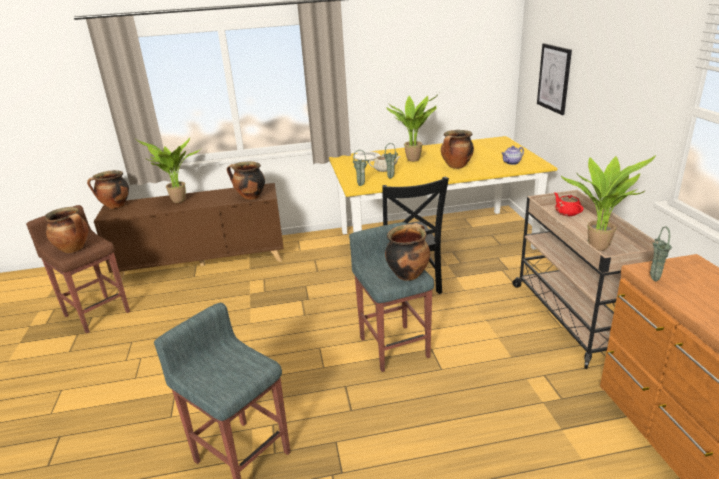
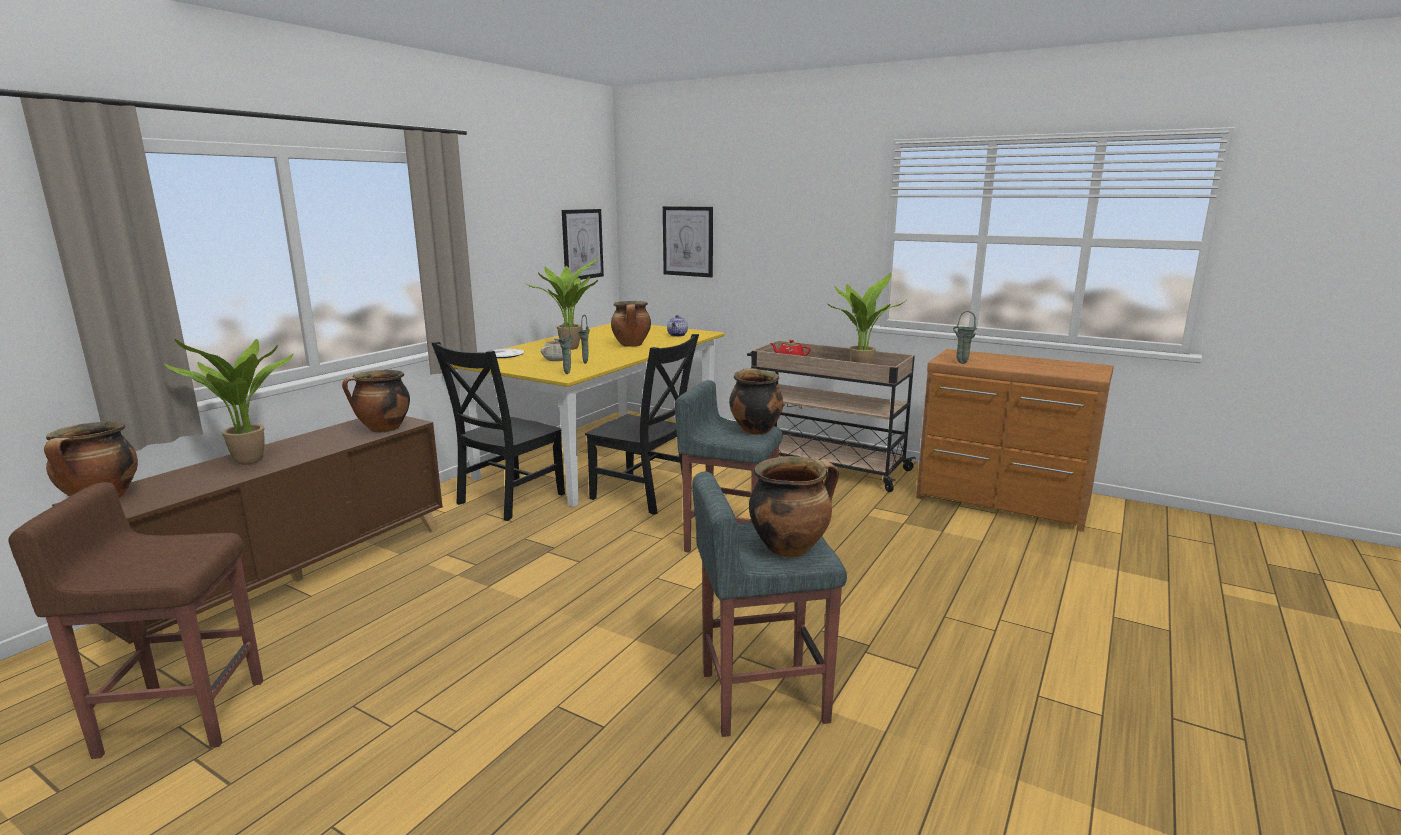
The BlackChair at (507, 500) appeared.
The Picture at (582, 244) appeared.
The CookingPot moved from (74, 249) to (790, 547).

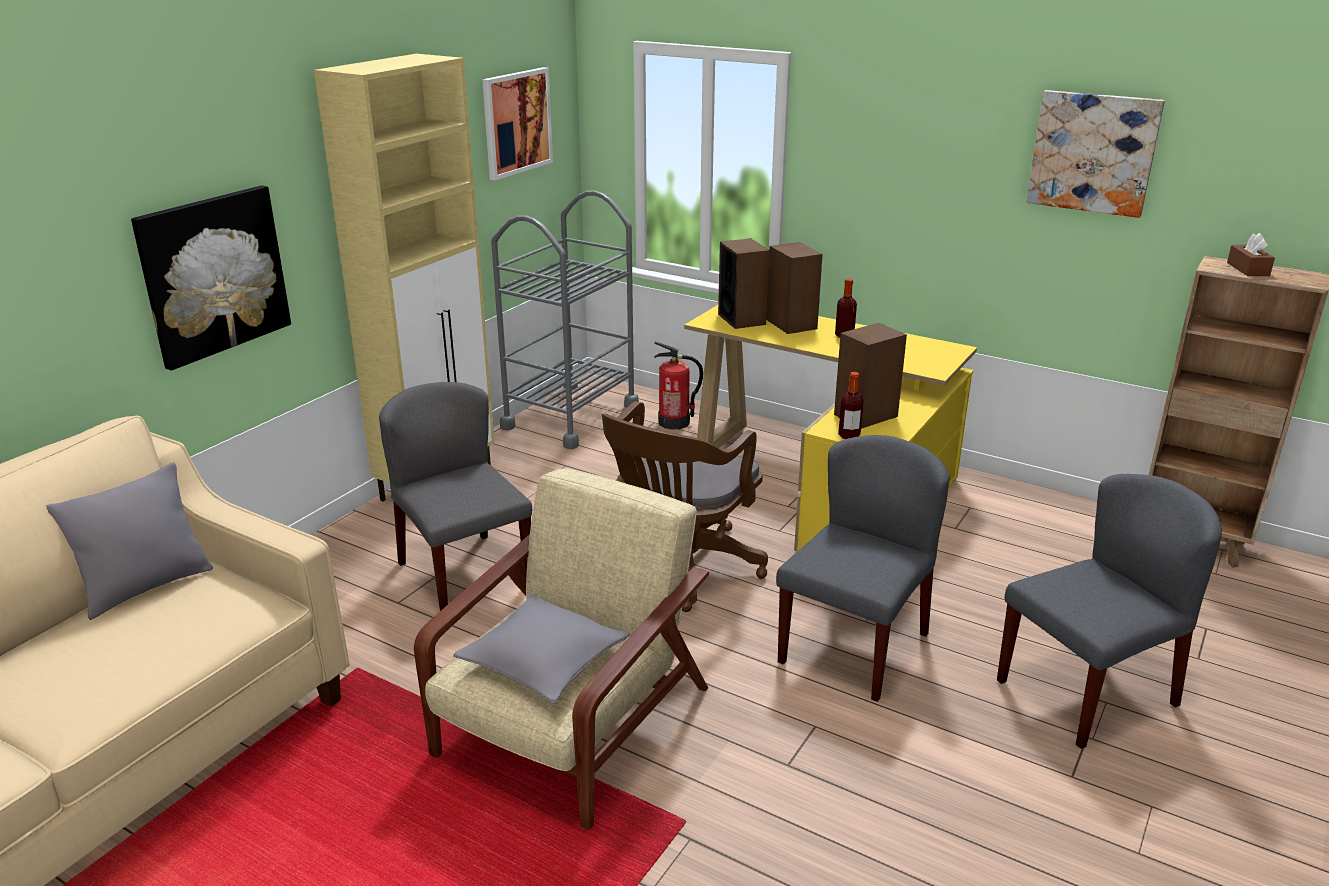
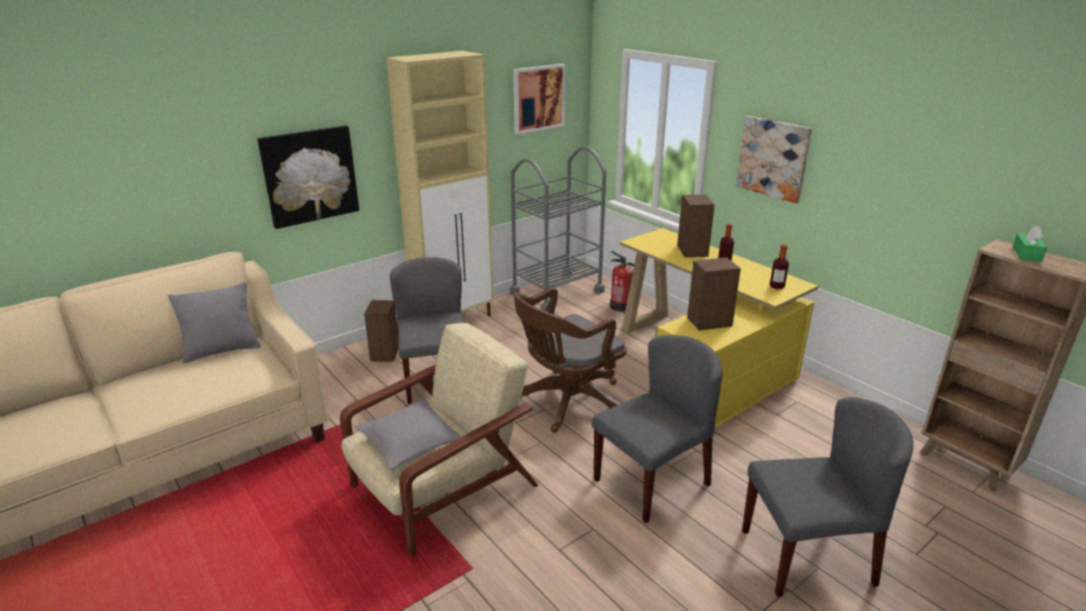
The Speaker moved from (742, 319) to (385, 353).
The Picture moved from (1093, 152) to (773, 158).
The Bottle moved from (849, 436) to (777, 287).
The BrownTissueBox at (1248, 269) became the GreenTissueBox at (1026, 254).

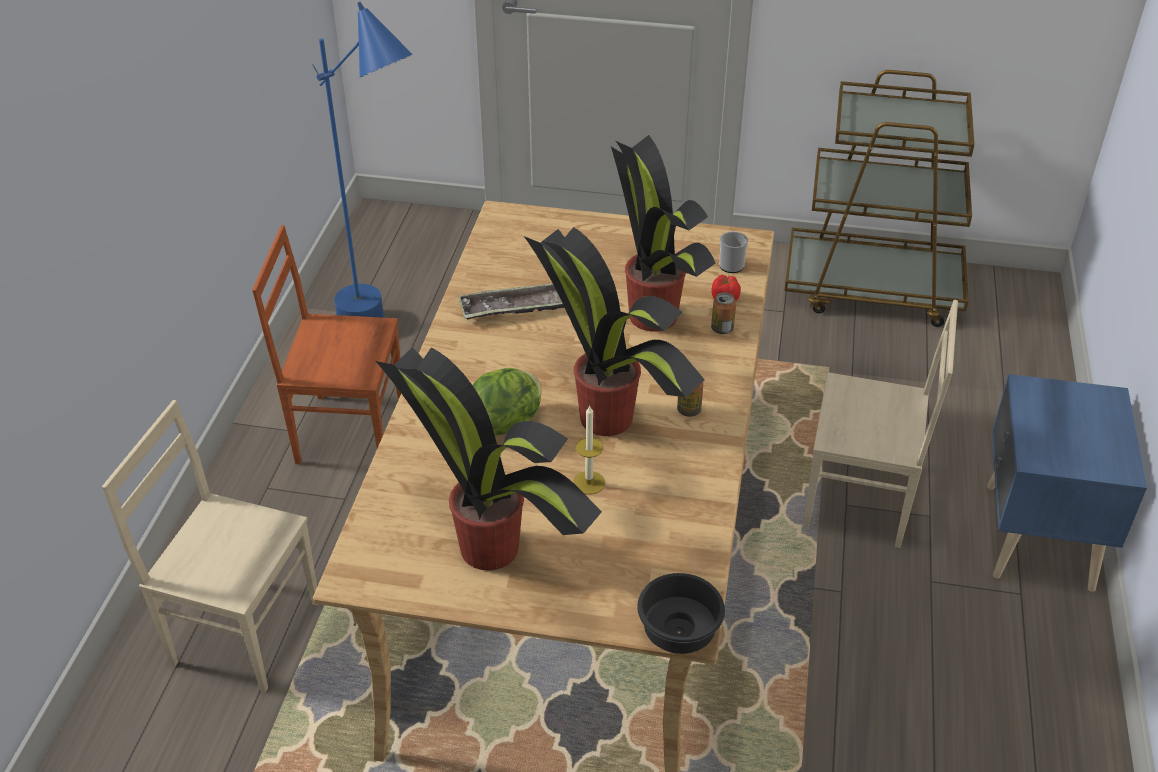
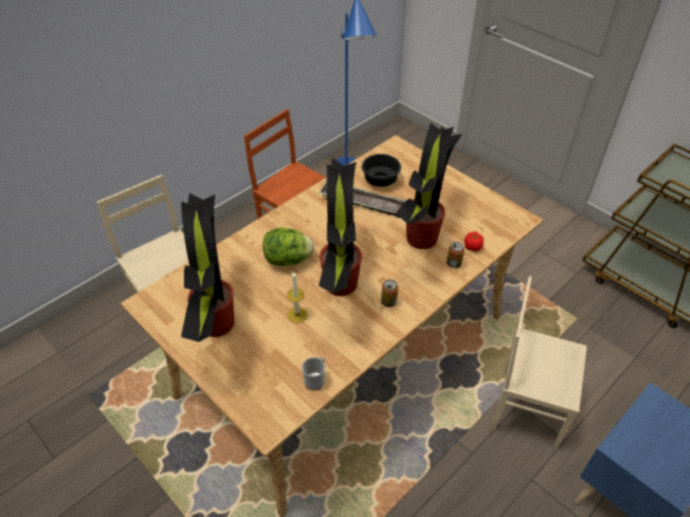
The Mug moved from (731, 264) to (316, 380).
The BlackBowl moved from (681, 633) to (381, 181).
The BeigeChair at (859, 502) turned 150 degrees clockwise.

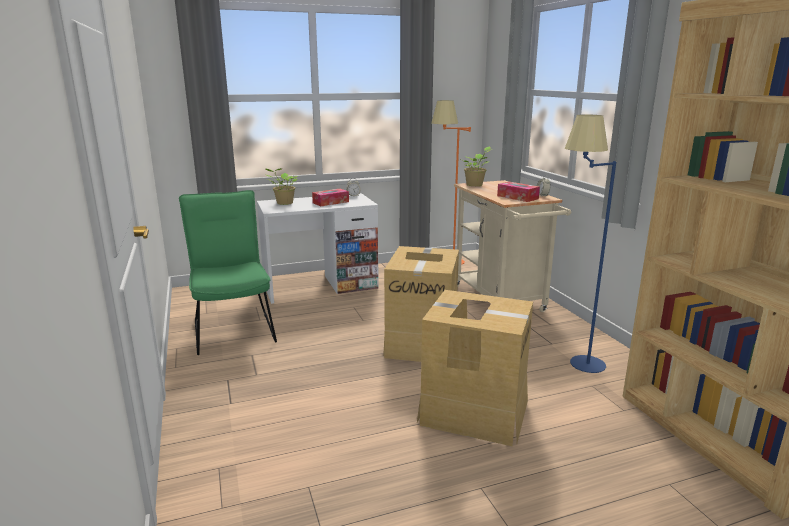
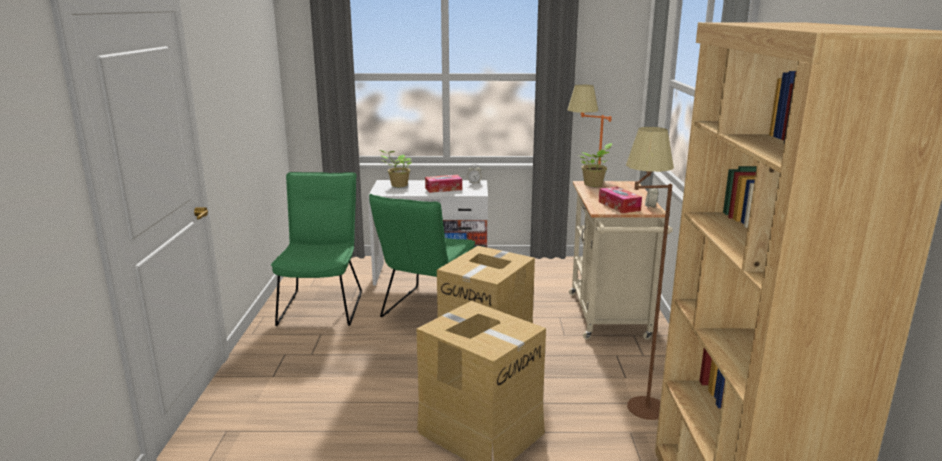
The GreenChair at (426, 311) appeared.
The BlueFloorLamp at (573, 358) became the BrownFloorLamp at (635, 398).

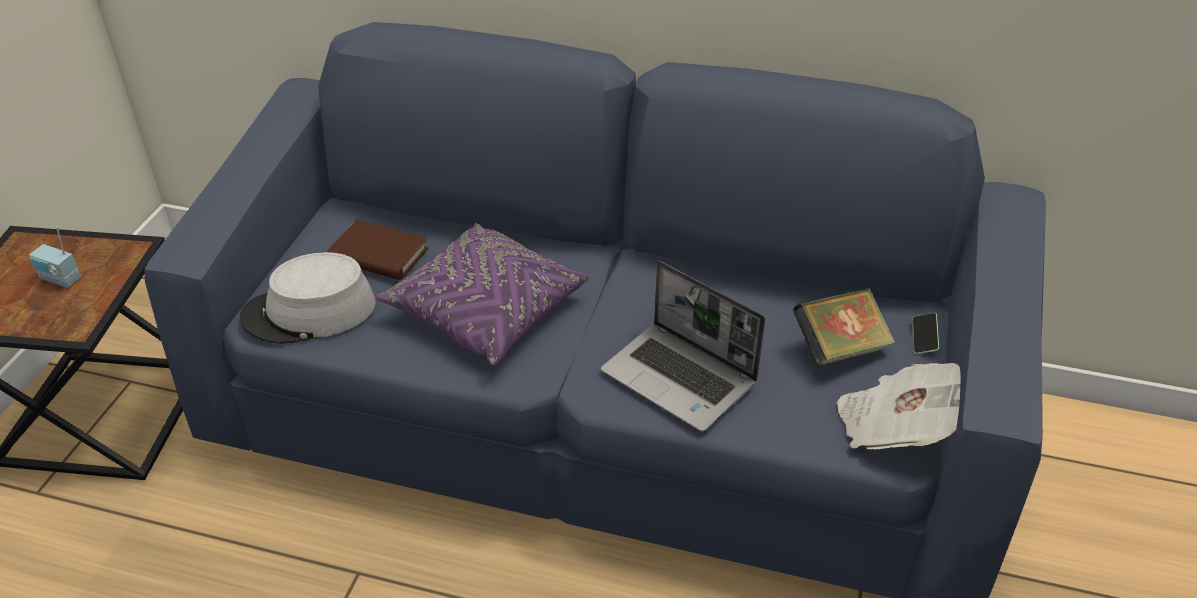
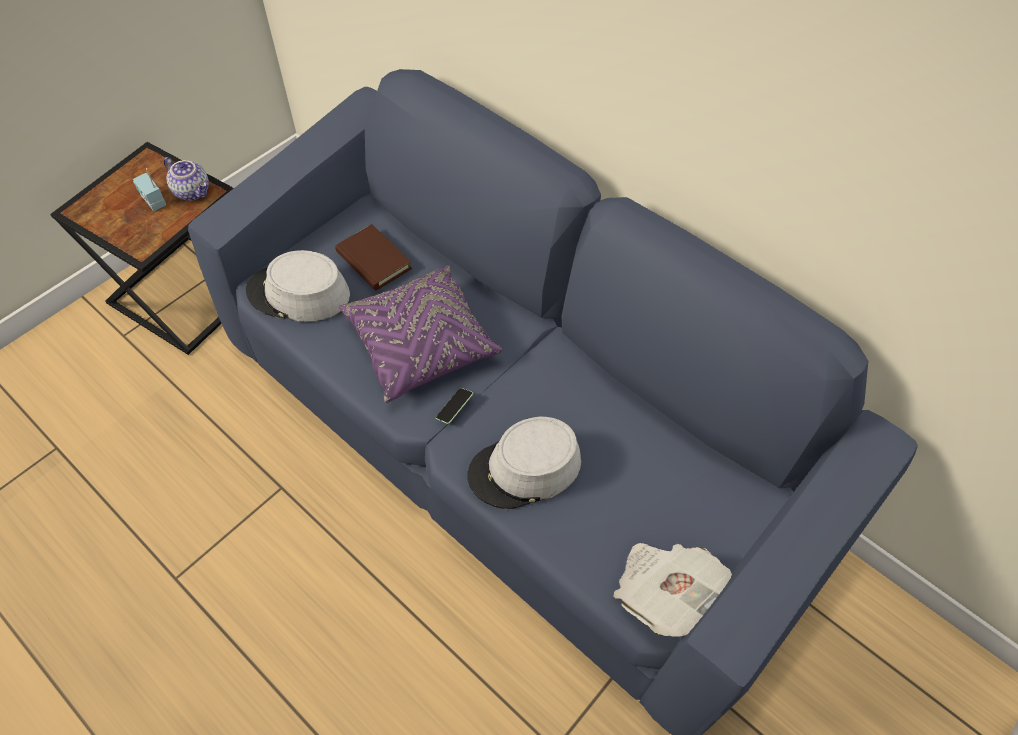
The Teapot at (193, 191) appeared.
The Phone moved from (923, 338) to (454, 408).
The Laptop at (681, 378) was replaced by the GreyHat at (525, 469).
The Book at (839, 348) disappeared.

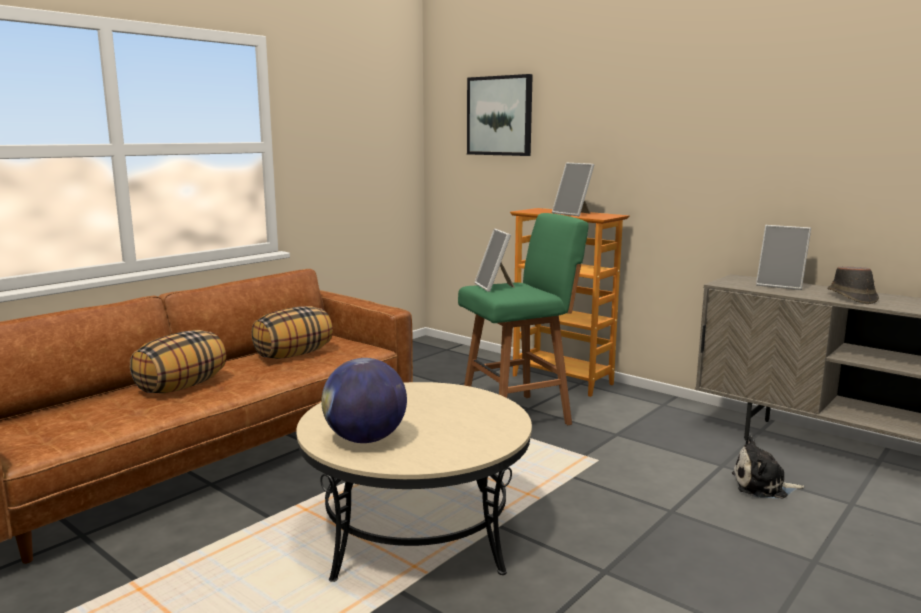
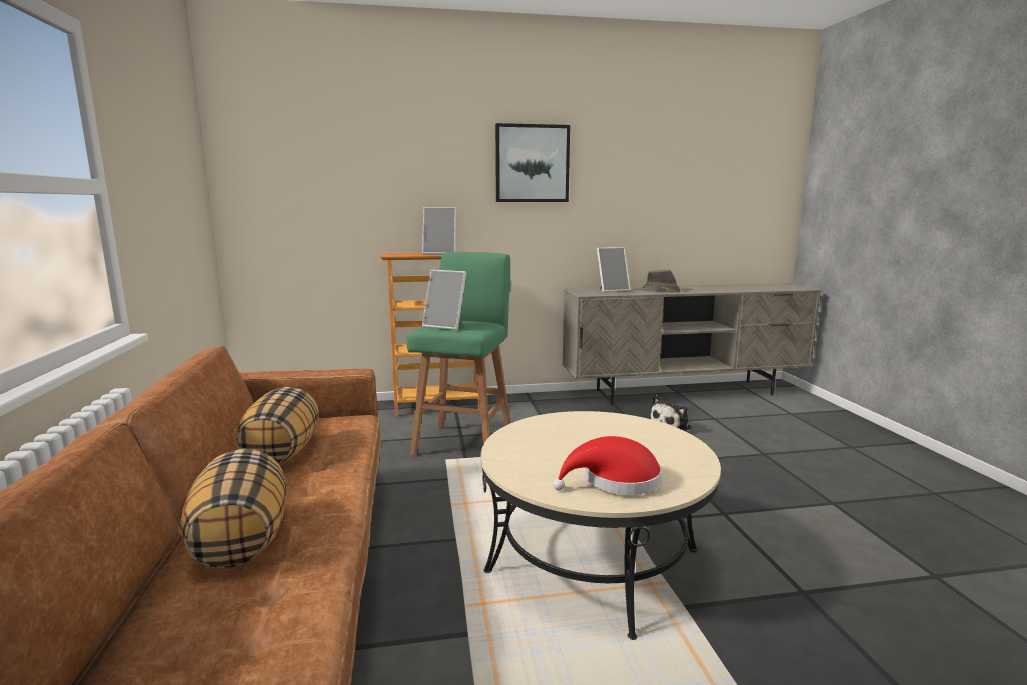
The Picture moved from (500, 116) to (532, 164).
The Globe at (365, 439) was replaced by the RedHat at (615, 481).

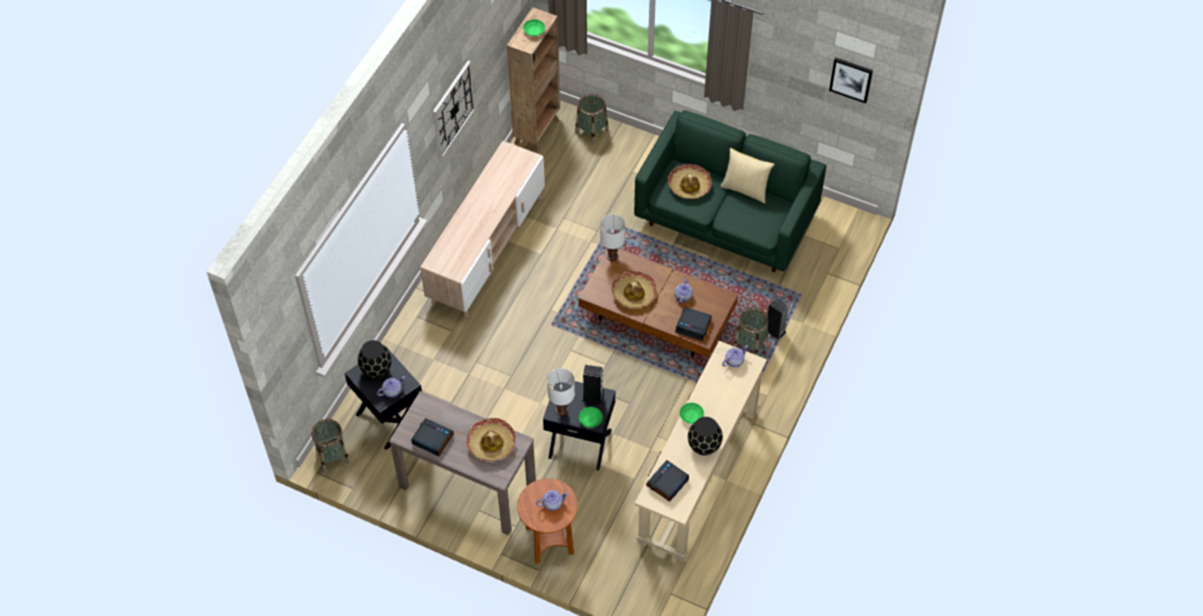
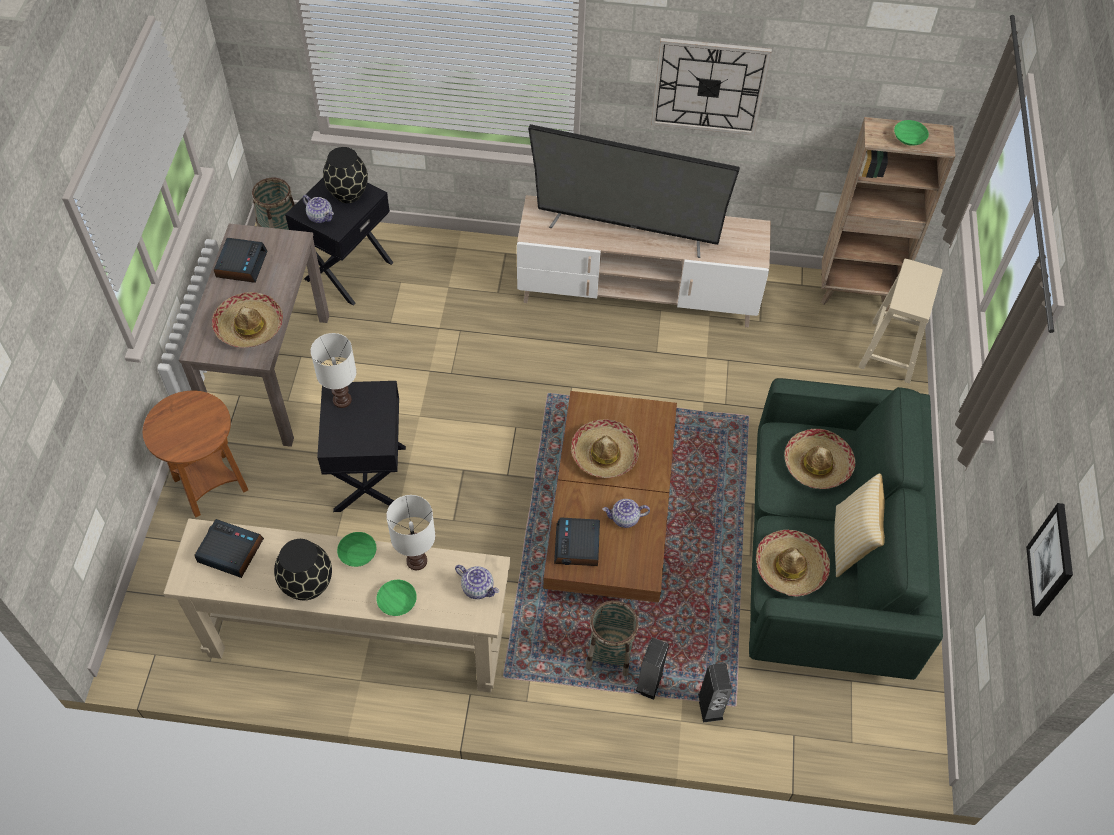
The GreenBowl moved from (591, 420) to (398, 602).
The WhiteTableLamp moved from (612, 256) to (417, 560).
The Television at (627, 229) appeared.
The Speaker moved from (593, 397) to (710, 706).
The Hat at (790, 567) appeared.
The Basket at (591, 131) was replaced by the BeigeStool at (891, 352).
The Teapot at (552, 503) disappeared.

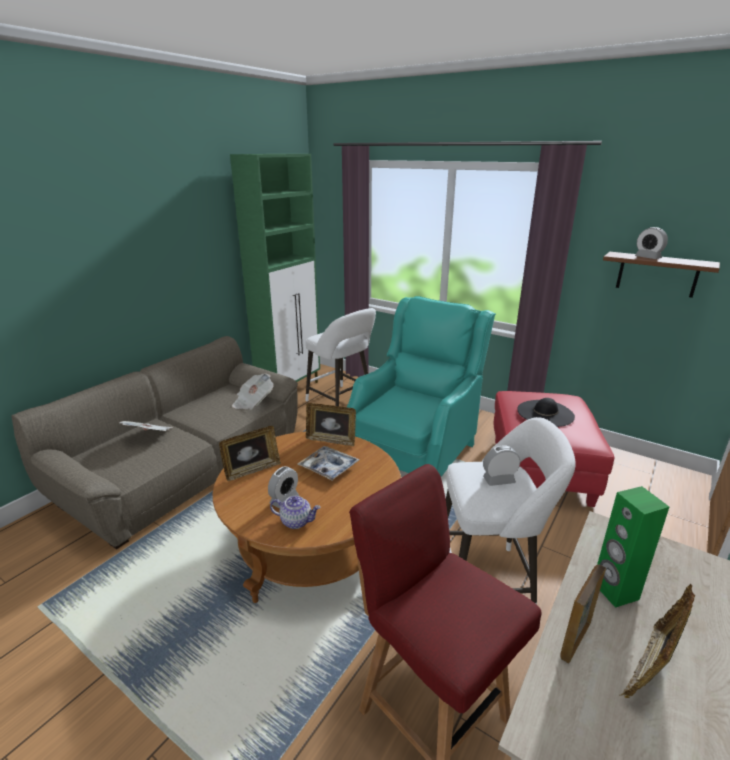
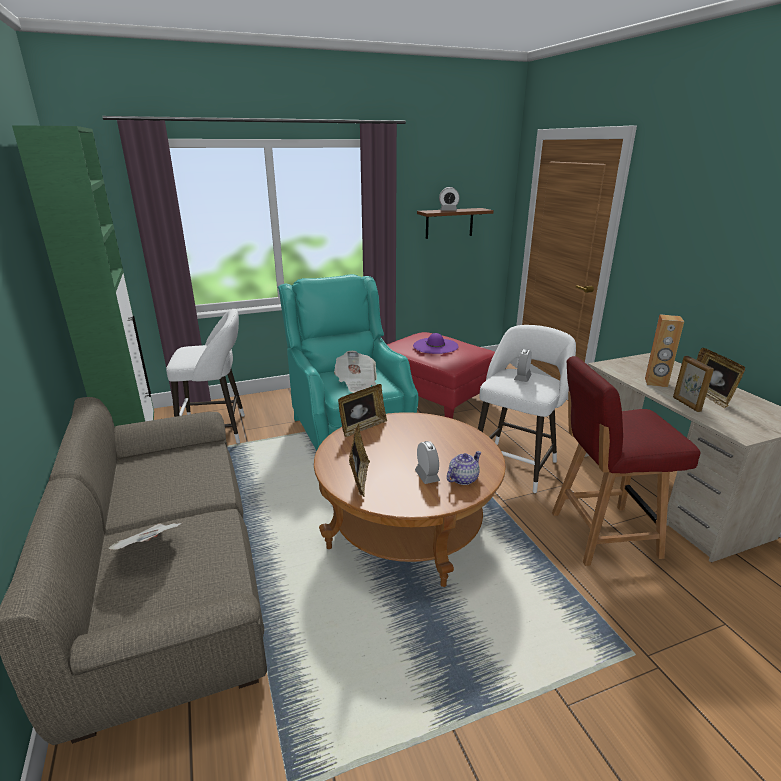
The Newspaper moved from (253, 402) to (356, 382).
The BlackHat at (545, 413) became the PurpleHat at (435, 346).
The GreenSpeaker at (614, 591) became the BrownSpeaker at (656, 383).
The Tray at (328, 467) disappeared.

